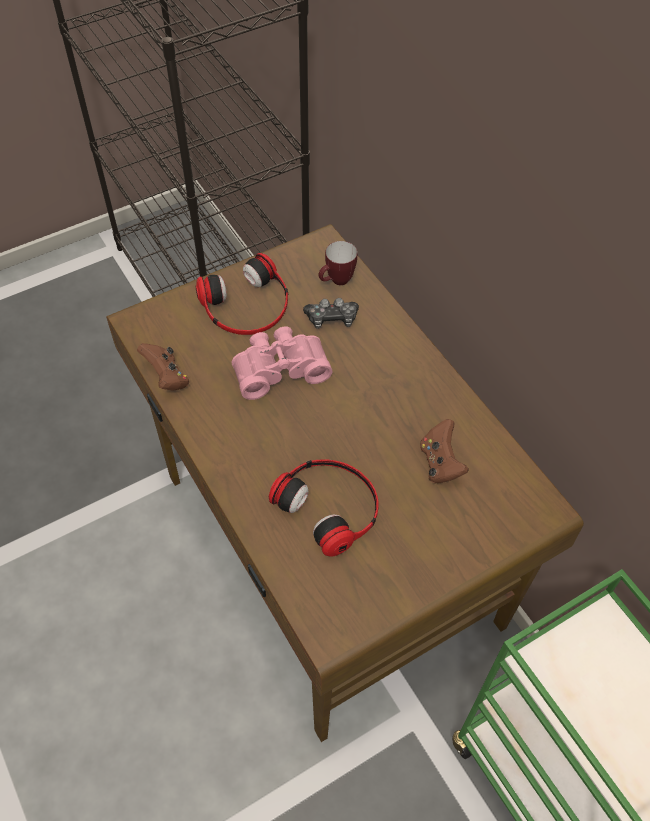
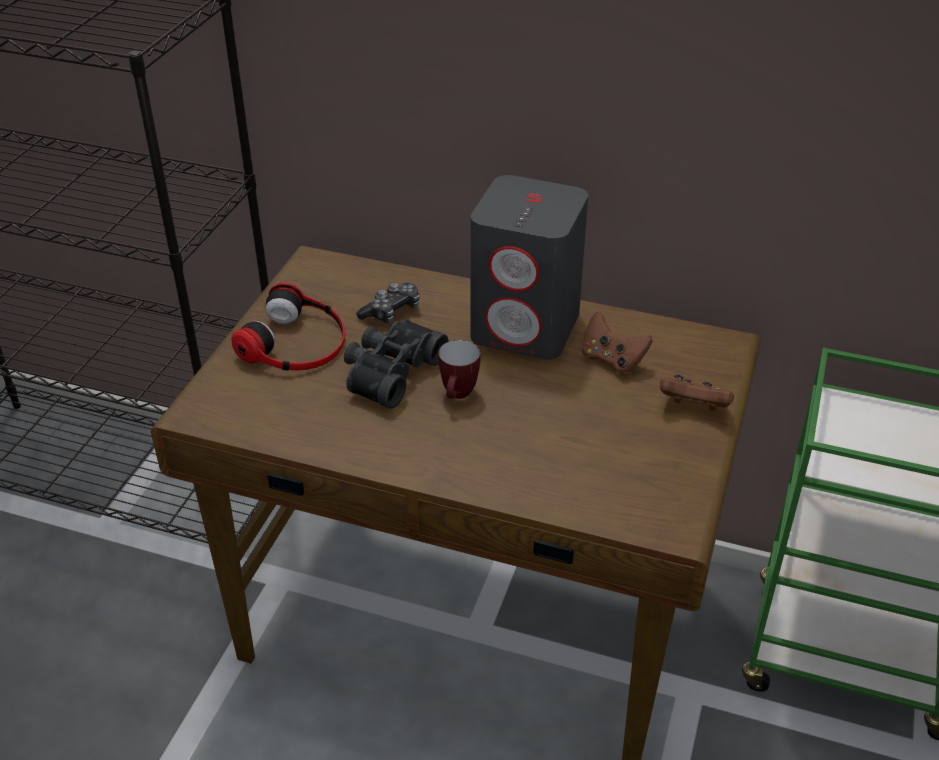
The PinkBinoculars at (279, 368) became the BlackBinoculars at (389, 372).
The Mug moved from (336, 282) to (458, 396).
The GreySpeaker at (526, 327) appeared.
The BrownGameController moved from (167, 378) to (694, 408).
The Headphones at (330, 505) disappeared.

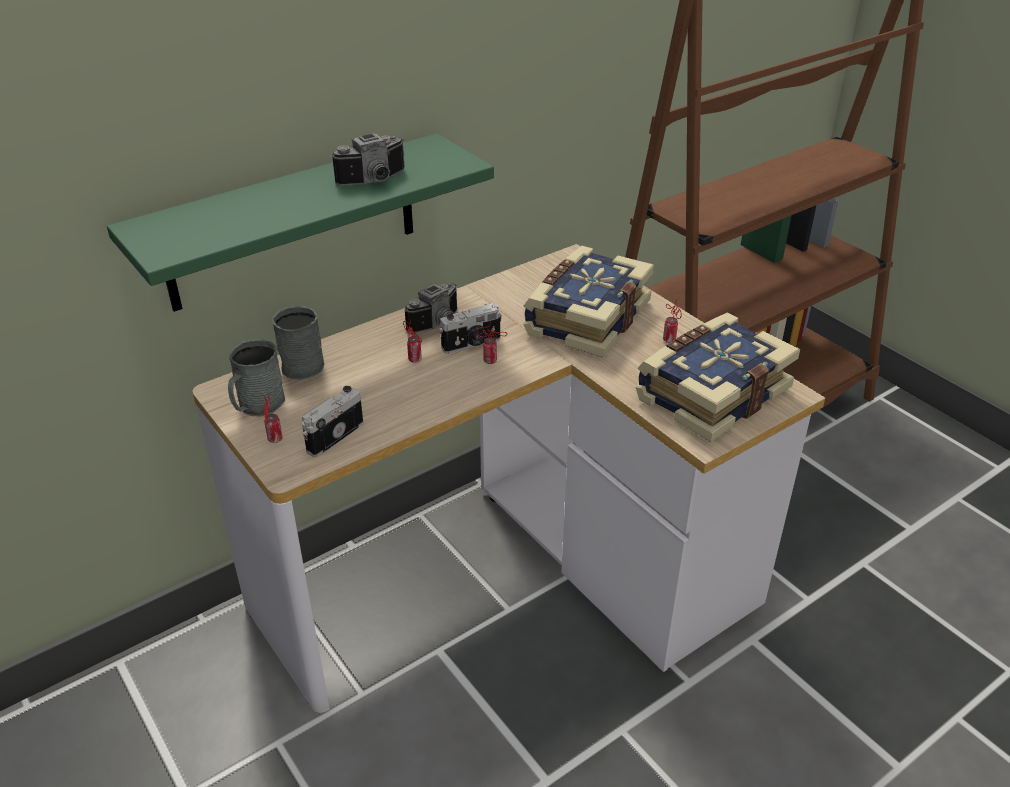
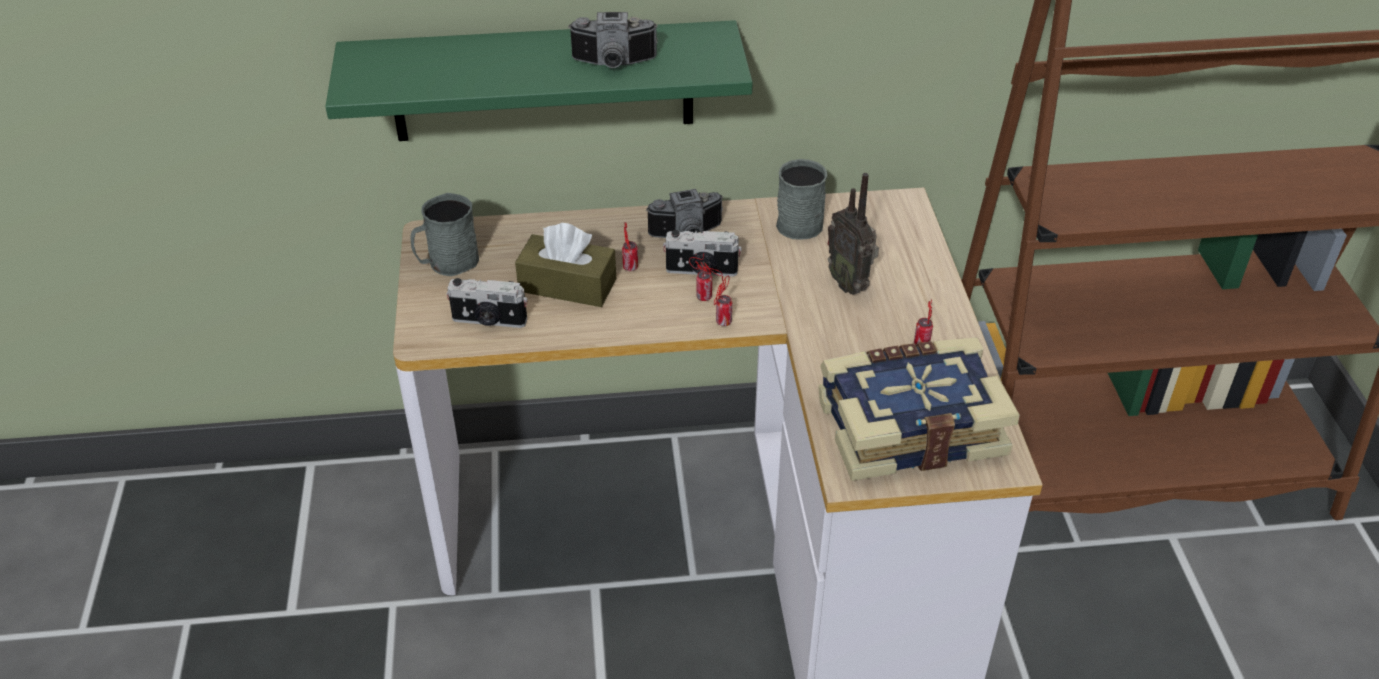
The PhotoCamera at (333, 436) turned 150 degrees counterclockwise.
The BrownTissueBox at (567, 285) appeared.
The Can moved from (275, 440) to (722, 323).
The GreyMug moved from (303, 362) to (803, 221).
The Book at (585, 318) was replaced by the Radio at (850, 284).

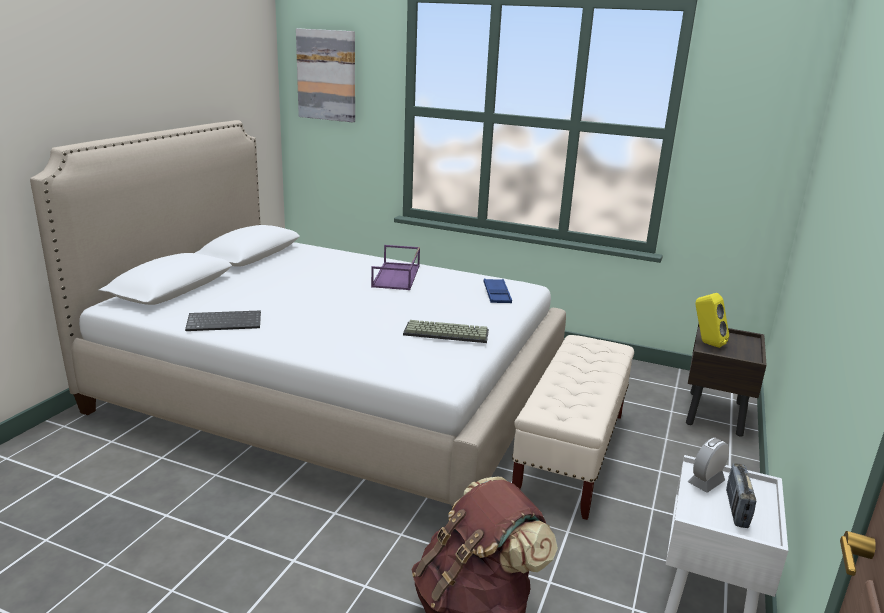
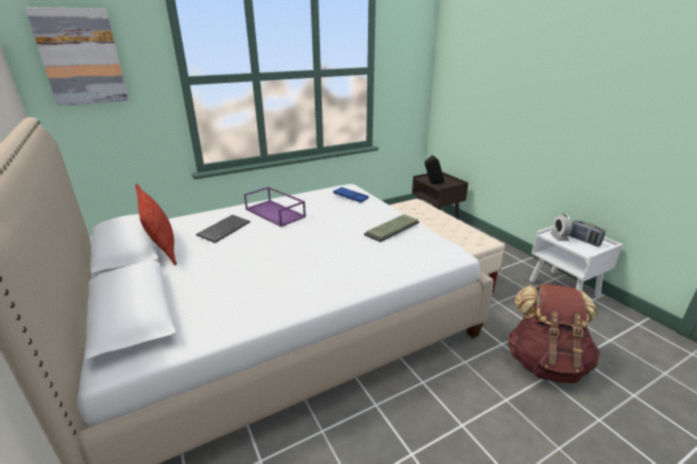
The Pillow at (161, 244) appeared.
The Keyboard moved from (225, 322) to (224, 229).
The YellowSpeaker at (706, 343) became the BlackSpeaker at (432, 183).

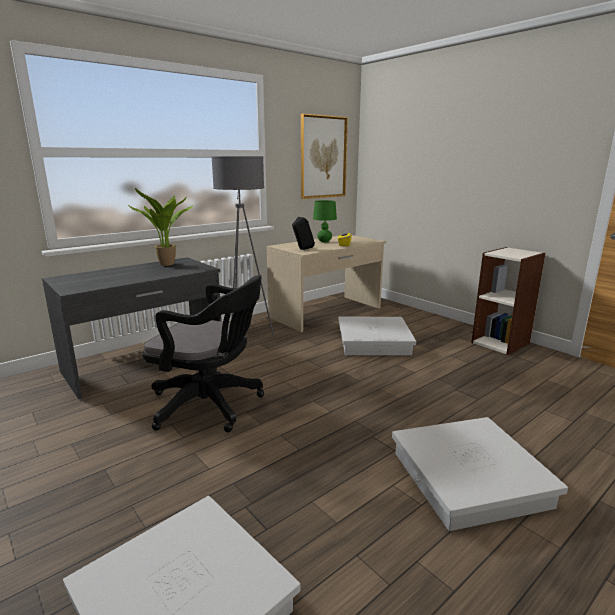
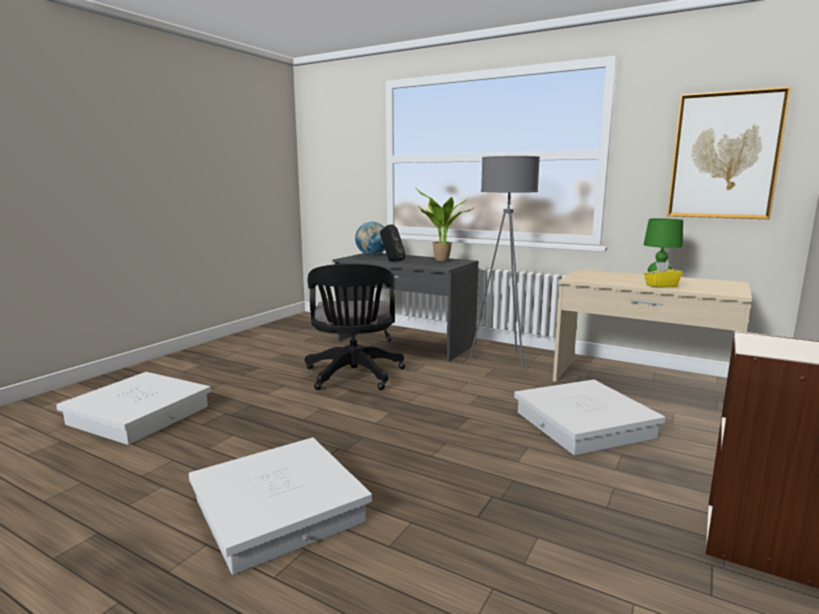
The Globe at (372, 255) appeared.
The BlackSpeaker moved from (302, 249) to (391, 261).

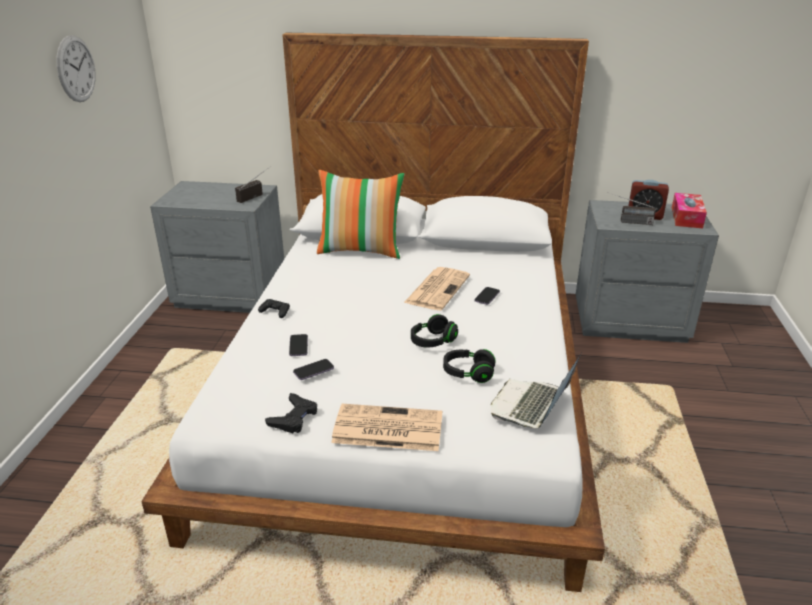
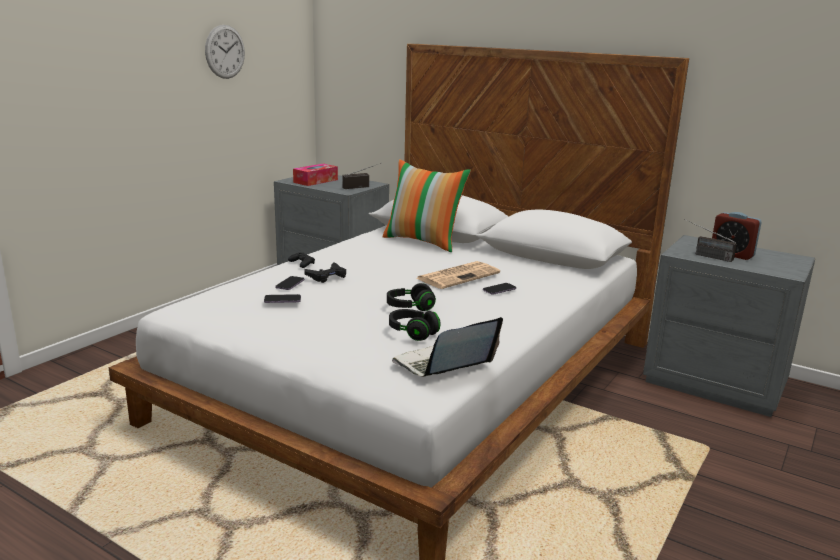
The TissueBox moved from (686, 217) to (315, 181).
The BlackGameController moved from (294, 418) to (327, 276).
The Newspaper at (386, 428) disappeared.

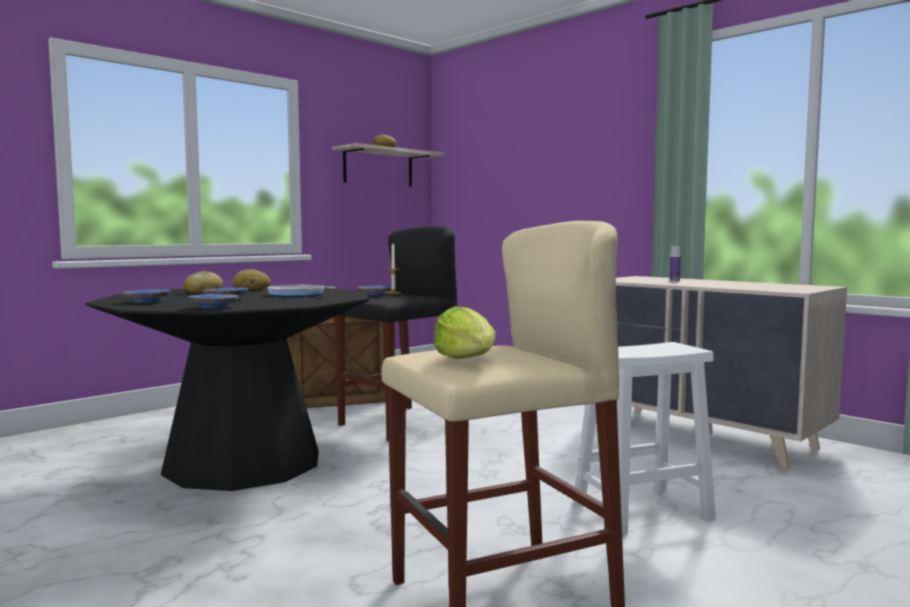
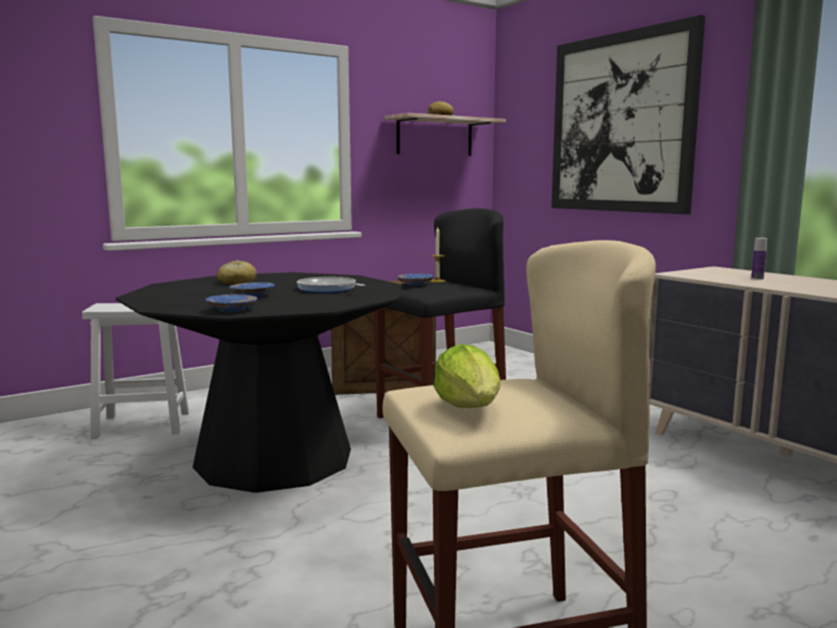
The WhiteStool moved from (640, 510) to (140, 425).
The Picture at (621, 123) appeared.
The BluePlate at (146, 302) disappeared.
The Bread at (252, 289) disappeared.

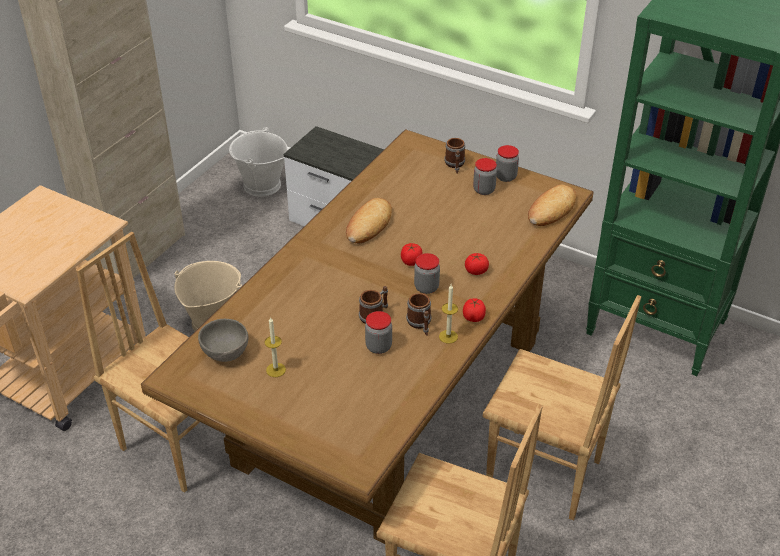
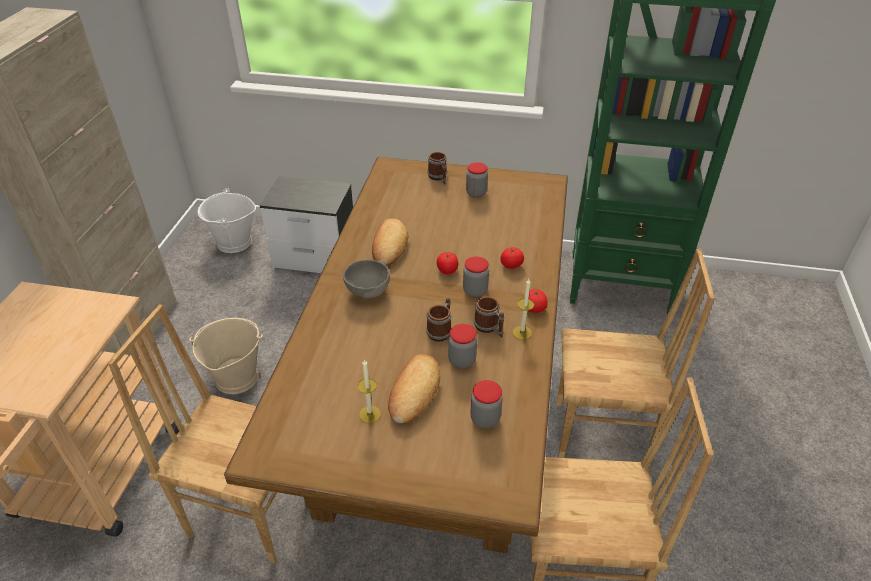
The GreyBowl moved from (225, 354) to (368, 292).
The Bread moved from (551, 210) to (414, 392).
The Jar moved from (505, 177) to (485, 419).

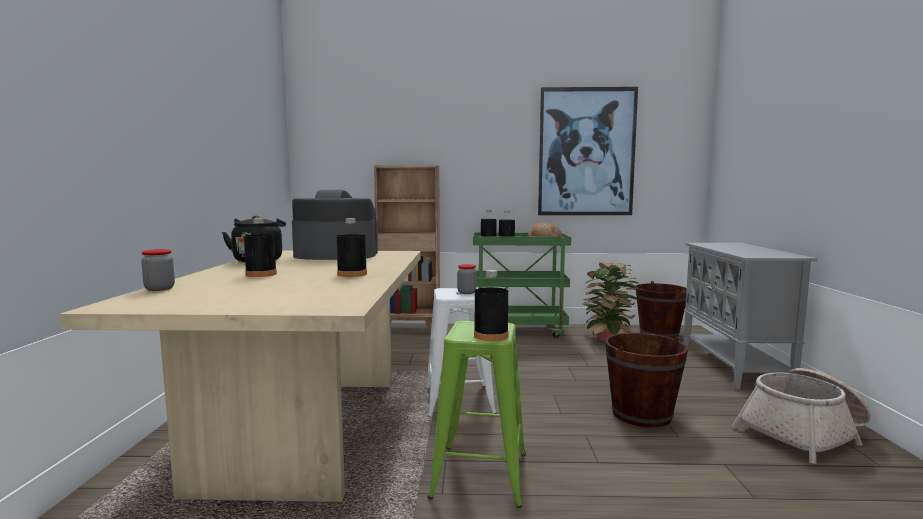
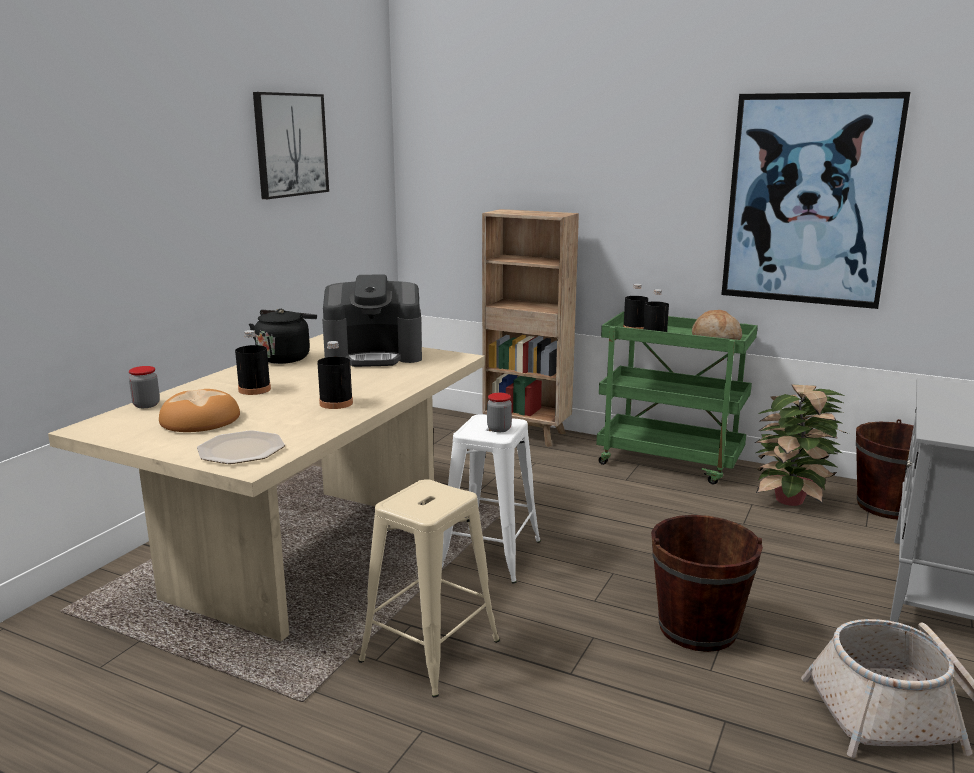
The Bread at (200, 420) appeared.
The Plate at (242, 450) appeared.
The Picture at (290, 145) appeared.
The CoffeeMachine at (335, 255) turned 150 degrees clockwise.
The GreenStool at (480, 474) became the BeigeStool at (431, 650).
The BlackBottle at (491, 336) disappeared.

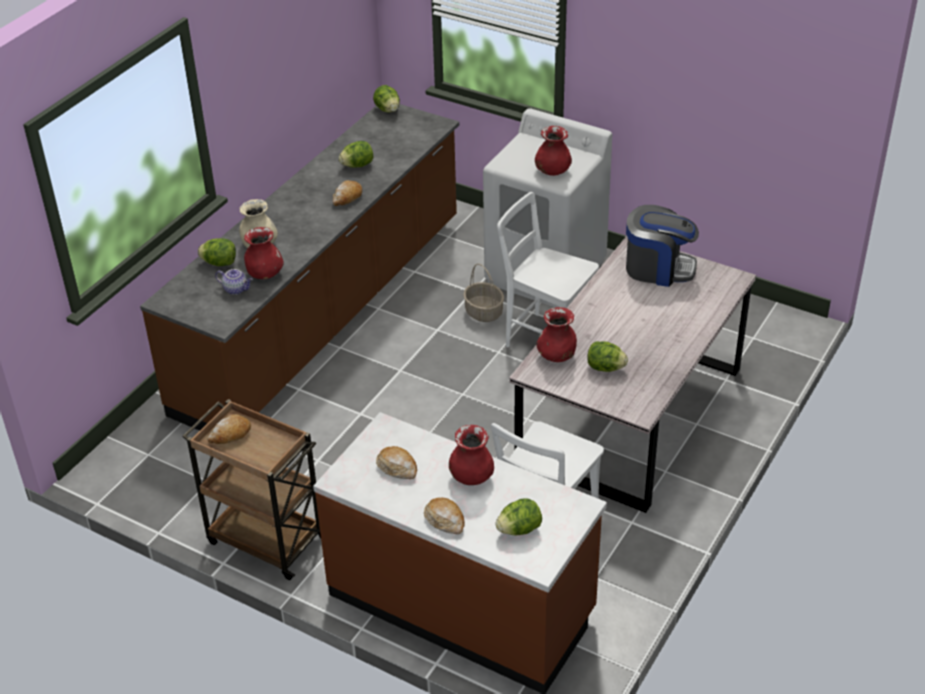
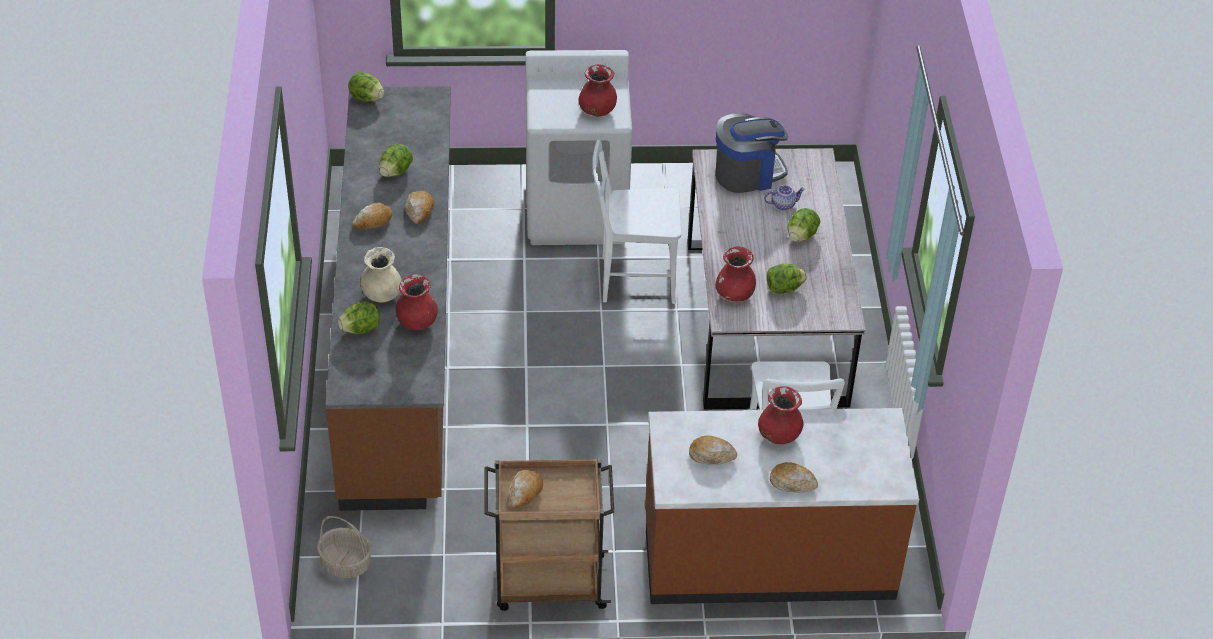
The Basket moved from (483, 312) to (345, 563).
The Bread at (373, 221) appeared.
The Teapot moved from (236, 289) to (783, 204).
The Lettuce moved from (519, 529) to (801, 236).

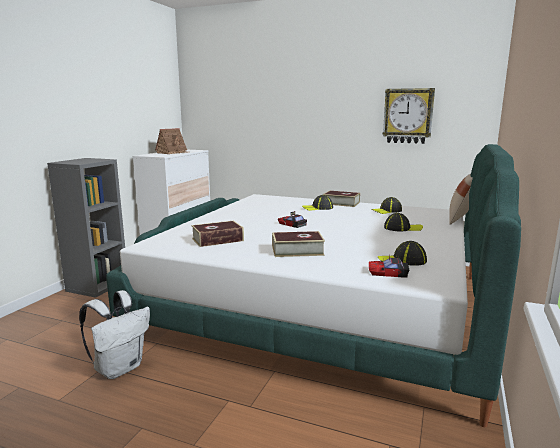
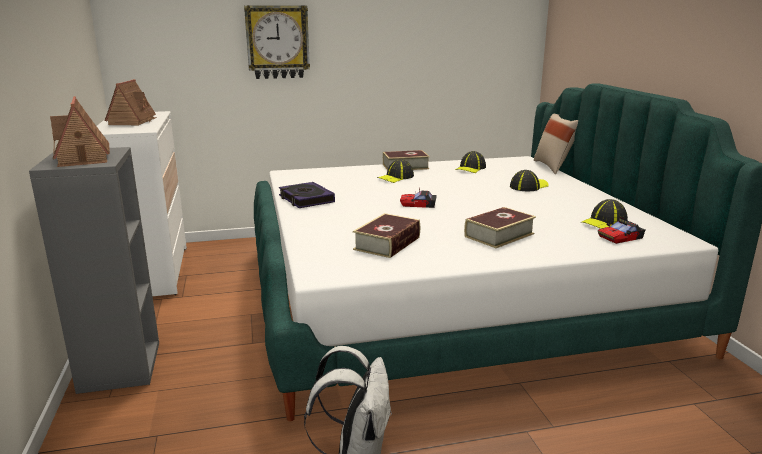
The ToyHouse at (83, 157) appeared.
The WallClock moved from (408, 116) to (277, 42).
The Book at (306, 199) appeared.

